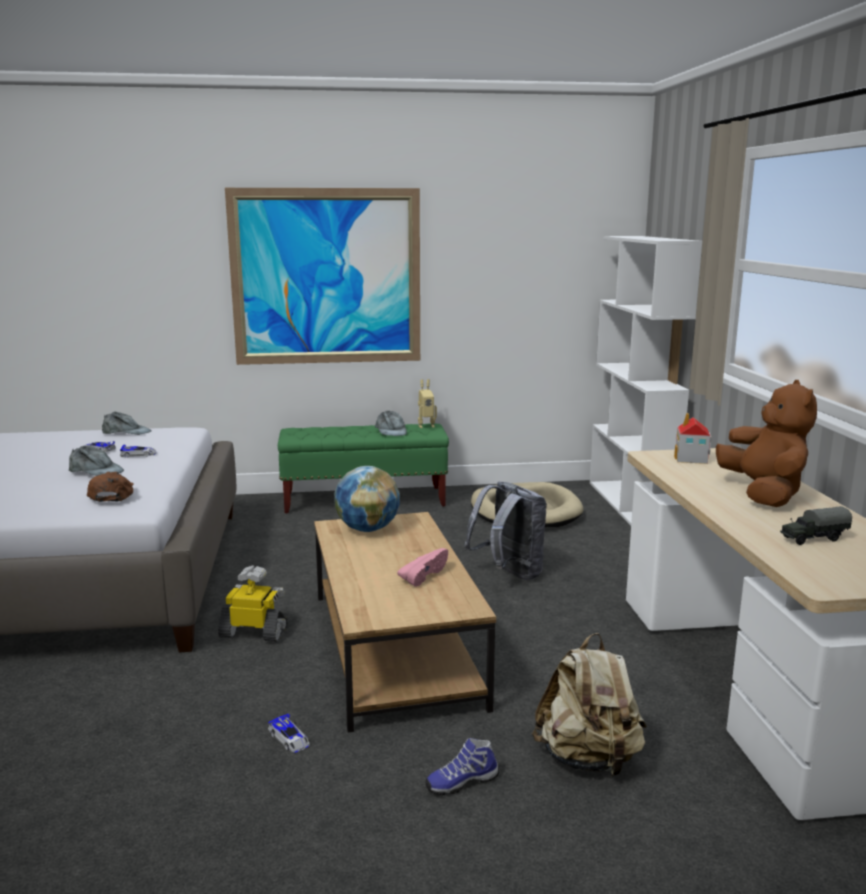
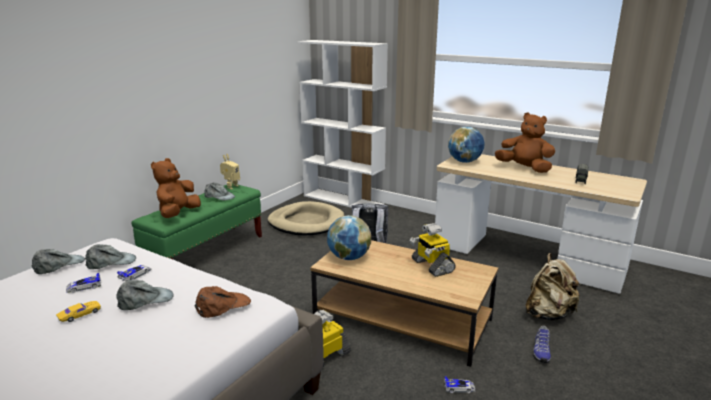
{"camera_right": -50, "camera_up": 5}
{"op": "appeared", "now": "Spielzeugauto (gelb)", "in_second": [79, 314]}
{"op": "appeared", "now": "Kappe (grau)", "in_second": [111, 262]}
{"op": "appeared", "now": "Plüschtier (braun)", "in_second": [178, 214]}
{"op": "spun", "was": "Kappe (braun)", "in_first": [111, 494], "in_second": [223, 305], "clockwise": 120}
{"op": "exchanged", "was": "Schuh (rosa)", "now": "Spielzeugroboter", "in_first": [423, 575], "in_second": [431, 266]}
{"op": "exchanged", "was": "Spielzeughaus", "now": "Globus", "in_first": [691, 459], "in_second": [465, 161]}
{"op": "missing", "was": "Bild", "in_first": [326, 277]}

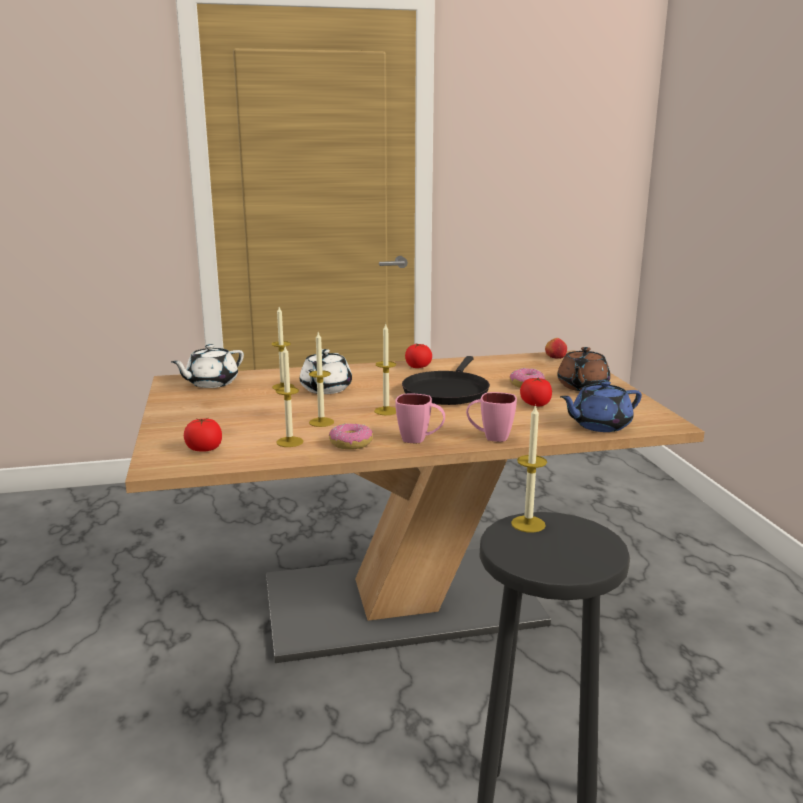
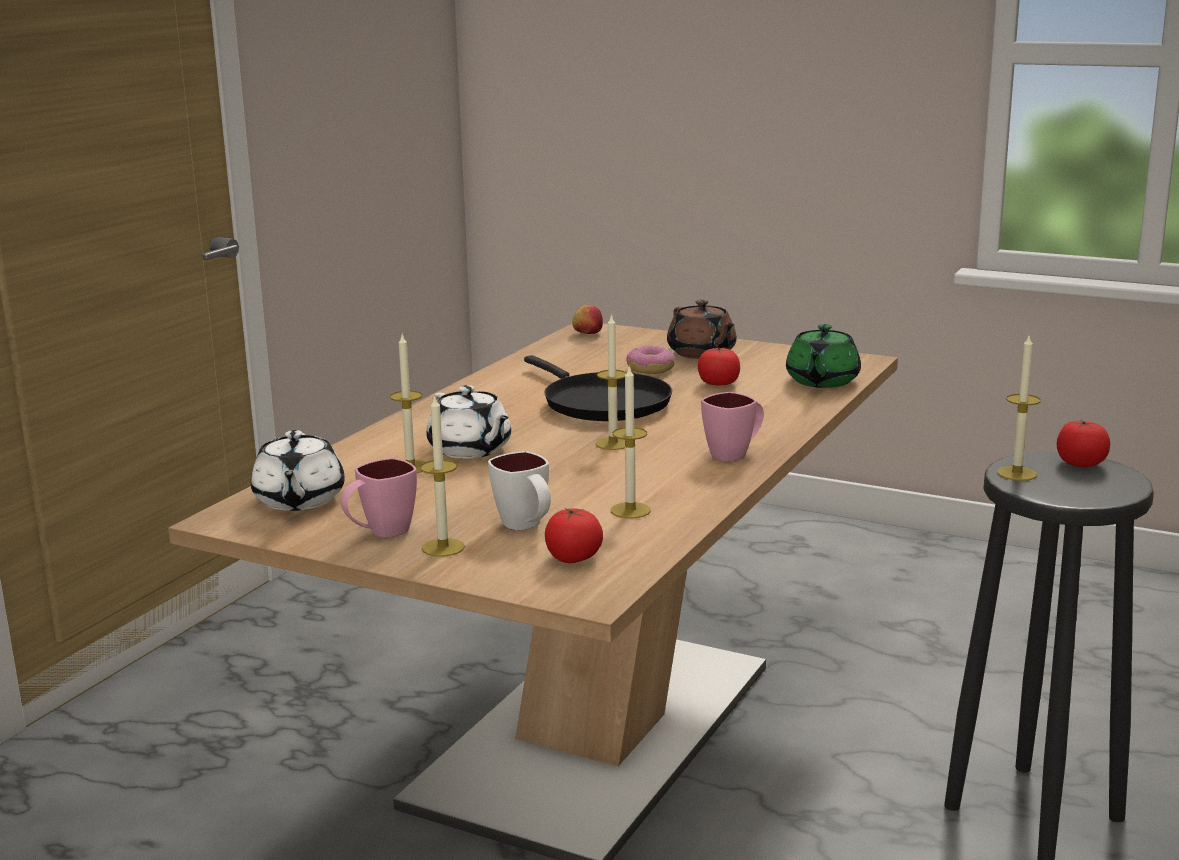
{"camera_right": -50, "camera_up": 0}
{"op": "relocated", "was": "Henkelbecher (rosa)", "in_first": [490, 437], "in_second": [380, 534]}
{"op": "relocated", "was": "Kerze", "in_first": [321, 422], "in_second": [443, 547]}
{"op": "appeared", "now": "Henkelbecher (weiß)", "in_second": [526, 527]}
{"op": "colour", "was": "Teekanne (blau)", "now": "Teekanne (grün)", "in_first": [599, 425], "in_second": [821, 381]}
{"op": "relocated", "was": "Tomate", "in_first": [418, 367], "in_second": [1081, 463]}
{"op": "missing", "was": "Donut", "in_first": [351, 444]}

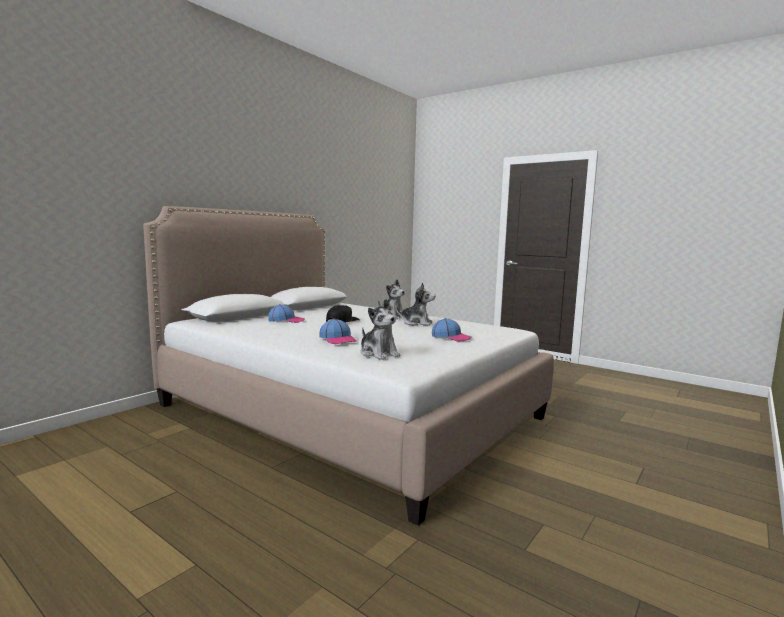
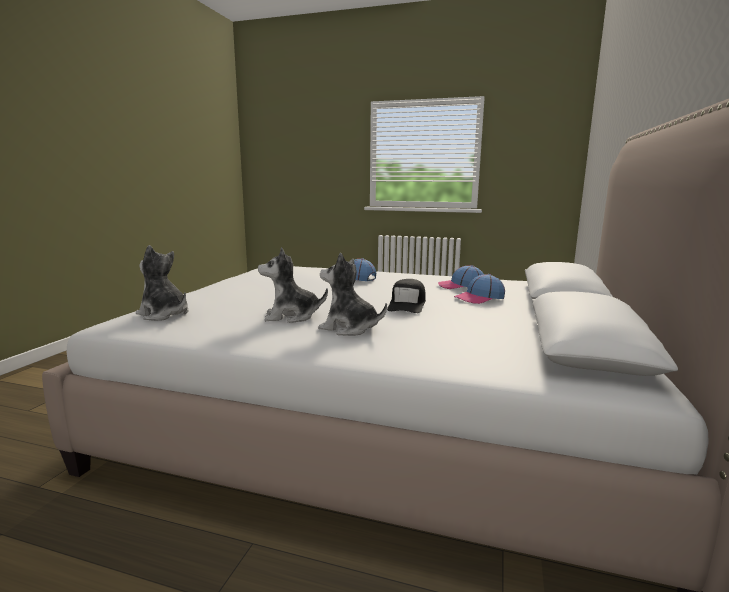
{"camera_right": 160, "camera_up": 5}
{"op": "relocated", "was": "Plüschtier", "in_first": [378, 354], "in_second": [164, 314]}
{"op": "relocated", "was": "Kappe", "in_first": [451, 337], "in_second": [461, 286]}

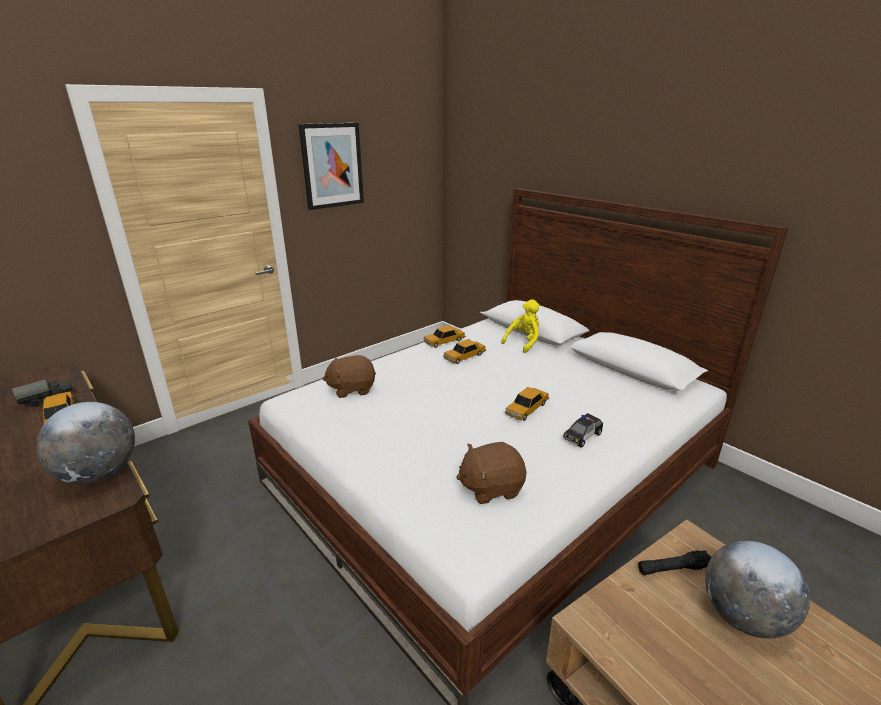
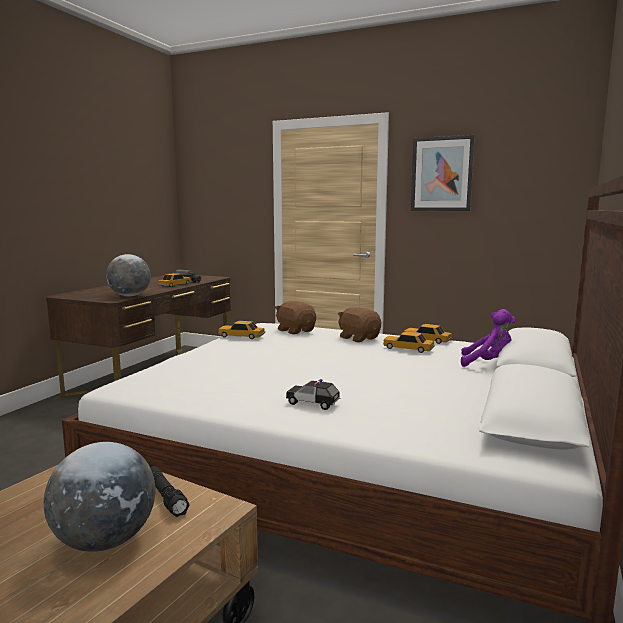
{"camera_right": 65, "camera_up": -15}
{"op": "relocated", "was": "Spielzeugauto", "in_first": [526, 409], "in_second": [241, 336]}
{"op": "relocated", "was": "Plüschtier (braun)", "in_first": [491, 487], "in_second": [359, 338]}
{"op": "colour", "was": "Plüschtier (gelb)", "now": "Plüschtier (lila)", "in_first": [523, 342], "in_second": [489, 363]}

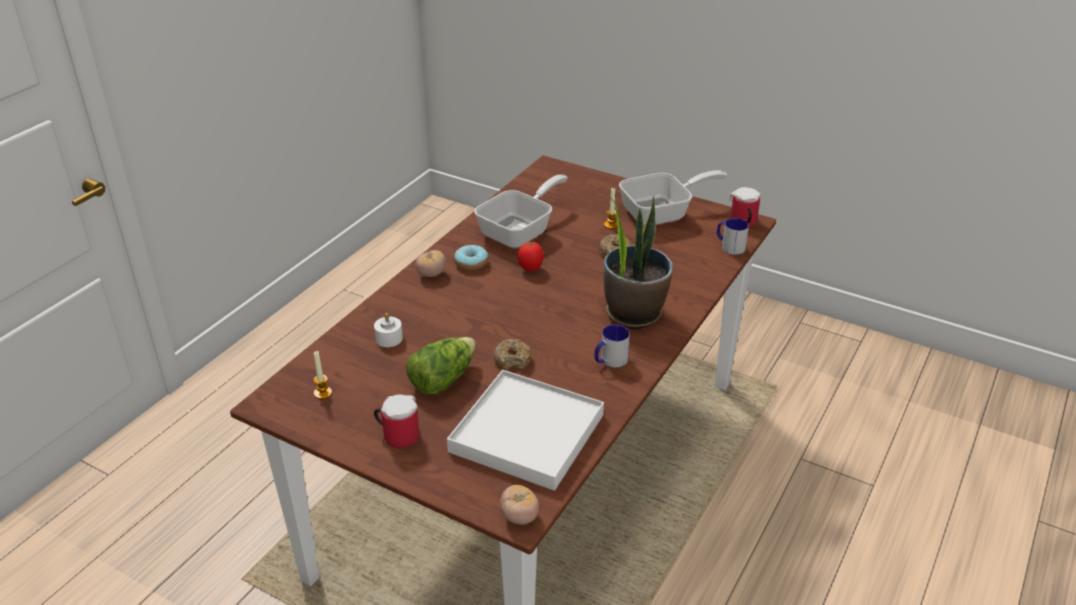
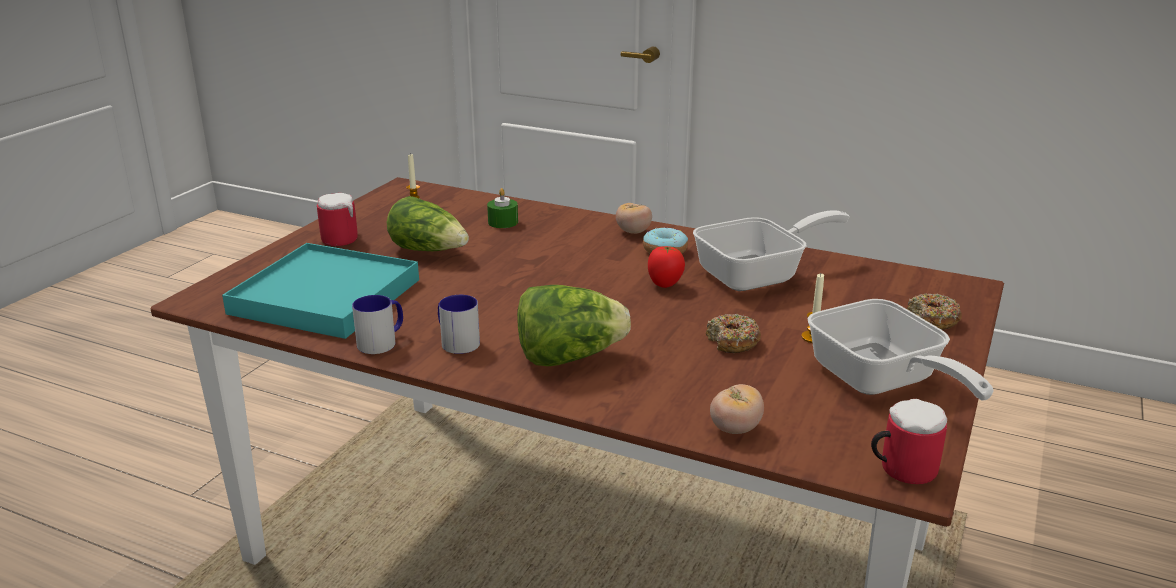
{"camera_right": 85, "camera_up": -10}
{"op": "colour", "was": "Tablett (weiß)", "now": "Tablett (türkis)", "in_first": [527, 433], "in_second": [325, 297]}
{"op": "relocated", "was": "Henkelbecher", "in_first": [729, 246], "in_second": [382, 342]}
{"op": "colour", "was": "Kerze (weiß)", "now": "Kerze (grün)", "in_first": [389, 338], "in_second": [503, 222]}
{"op": "exchanged", "was": "Topfpflanze", "now": "Salatkopf", "in_first": [633, 313], "in_second": [569, 357]}
{"op": "spun", "was": "Pfanne", "in_first": [521, 231], "in_second": [759, 275], "clockwise": -60}
{"op": "relocated", "was": "Tomate", "in_first": [519, 517], "in_second": [735, 429]}
{"op": "relocated", "was": "Donut", "in_first": [512, 360], "in_second": [932, 320]}

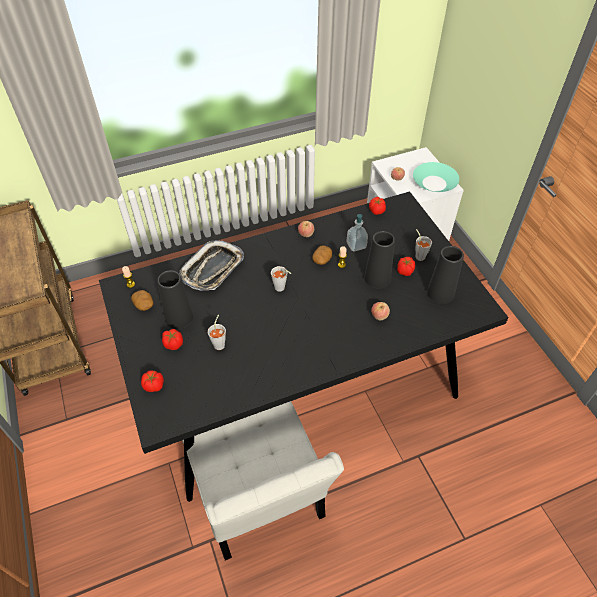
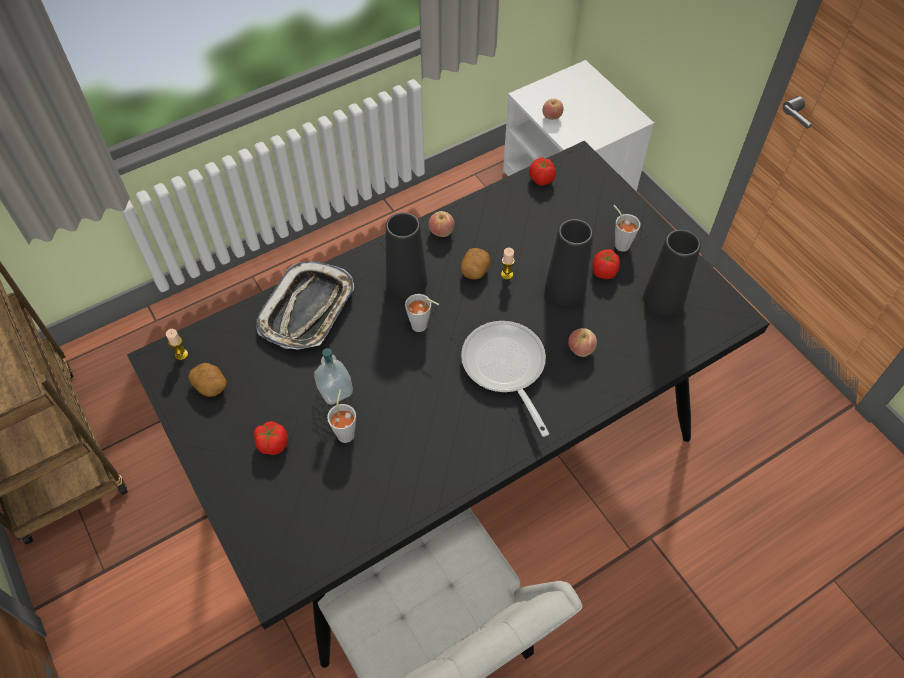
{"camera_right": -10, "camera_up": 5}
{"op": "relocated", "was": "Seifenspender", "in_first": [356, 245], "in_second": [335, 390]}
{"op": "relocated", "was": "Vase (schwarz)", "in_first": [179, 317], "in_second": [406, 282]}
{"op": "appeared", "now": "Pfanne", "in_second": [505, 369]}
{"op": "missing", "was": "Tomate", "in_first": [154, 386]}
{"op": "missing", "was": "Schüssel (türkis)", "in_first": [434, 183]}

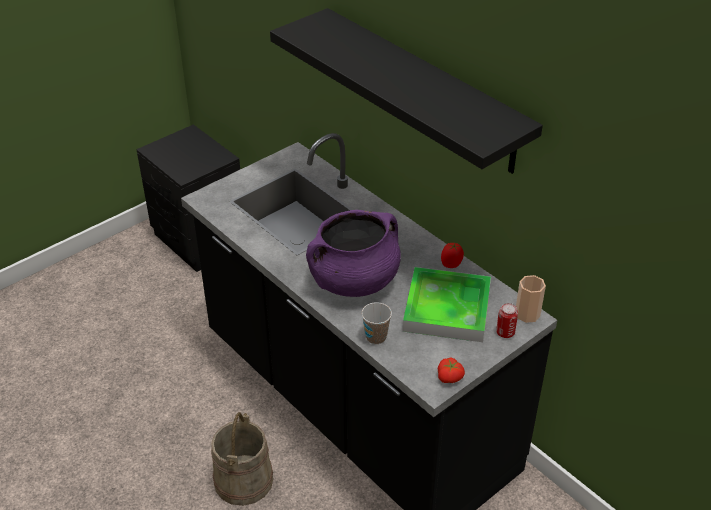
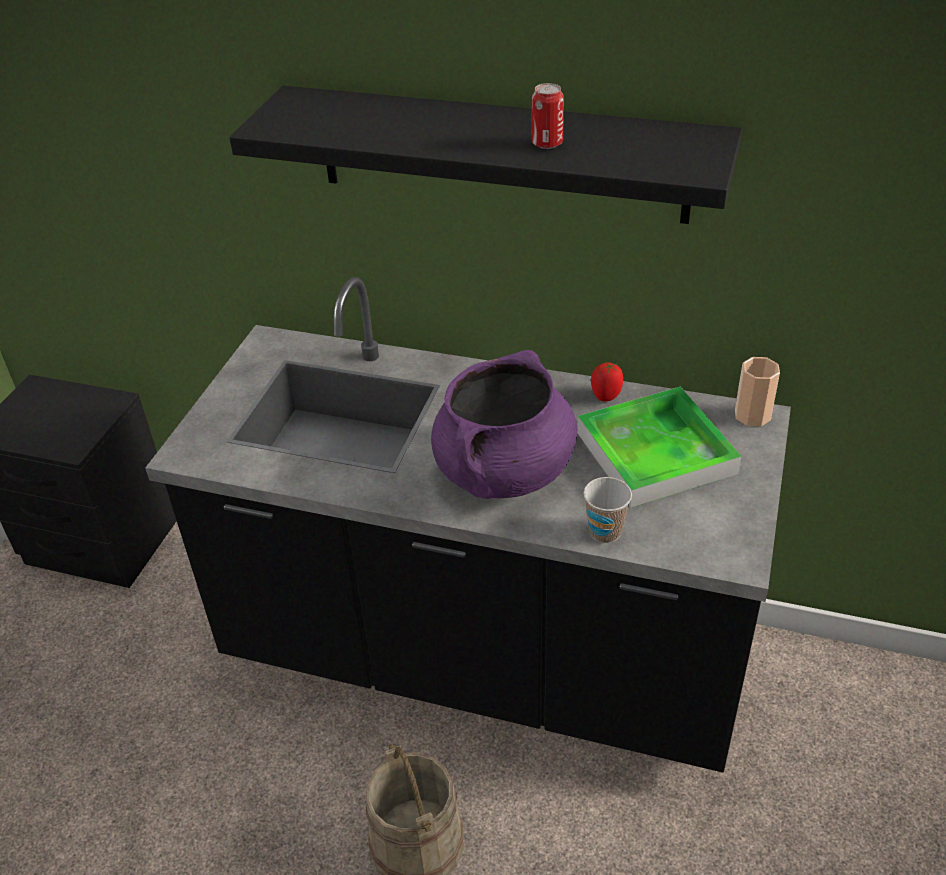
{"camera_right": -30, "camera_up": 0}
{"op": "relocated", "was": "Dose", "in_first": [505, 332], "in_second": [547, 143]}
{"op": "missing", "was": "Tomate", "in_first": [450, 377]}

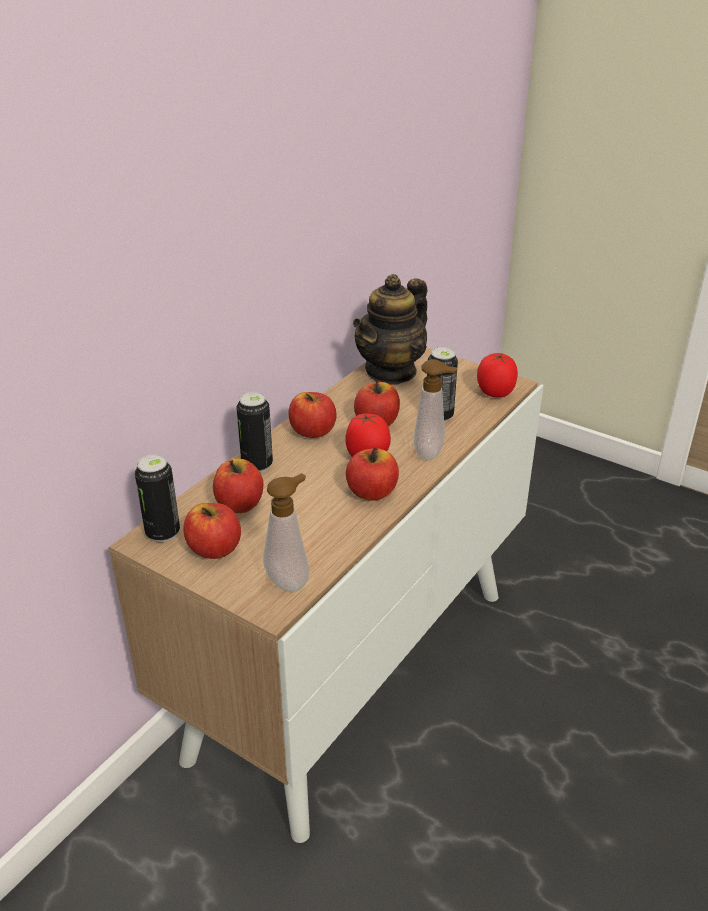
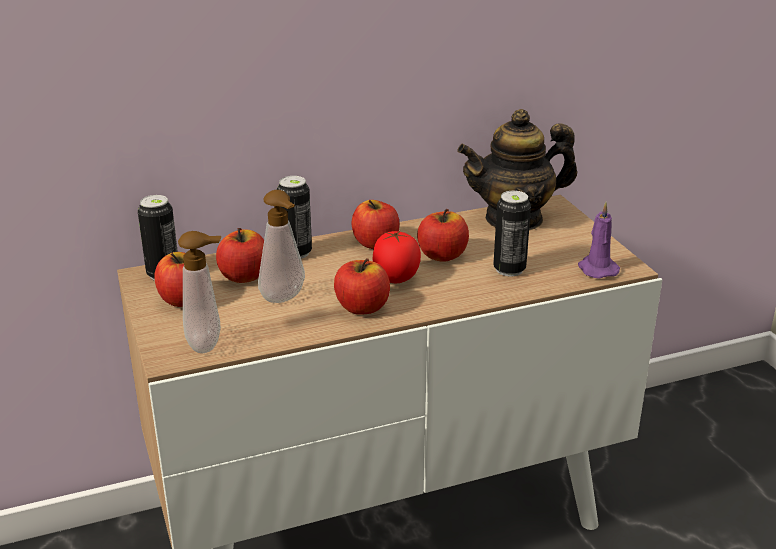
{"camera_right": 35, "camera_up": -5}
{"op": "relocated", "was": "Seifenspender", "in_first": [431, 454], "in_second": [285, 299]}
{"op": "exchanged", "was": "Tomate", "now": "Kerze (lila)", "in_first": [495, 392], "in_second": [596, 269]}

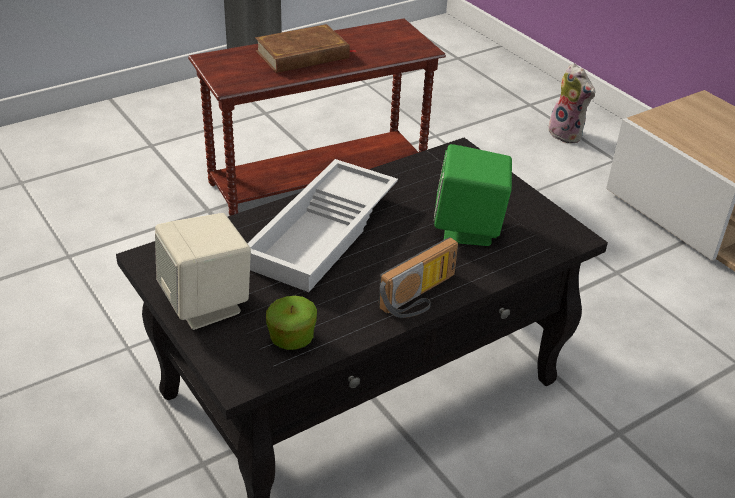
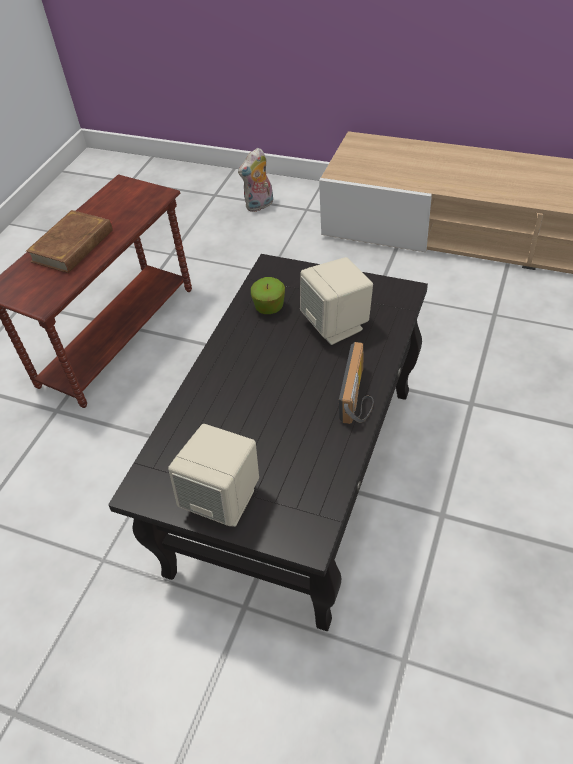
{"camera_right": -30, "camera_up": 10}
{"op": "spun", "was": "Plüschtier", "in_first": [567, 134], "in_second": [260, 206], "clockwise": 120}
{"op": "relocated", "was": "Apfel", "in_first": [292, 339], "in_second": [269, 307]}
{"op": "colour", "was": "Lautsprecher (grün)", "now": "Lautsprecher (beige)", "in_first": [469, 229], "in_second": [336, 325]}
{"op": "missing", "was": "Tablett (weiß)", "in_first": [325, 234]}

